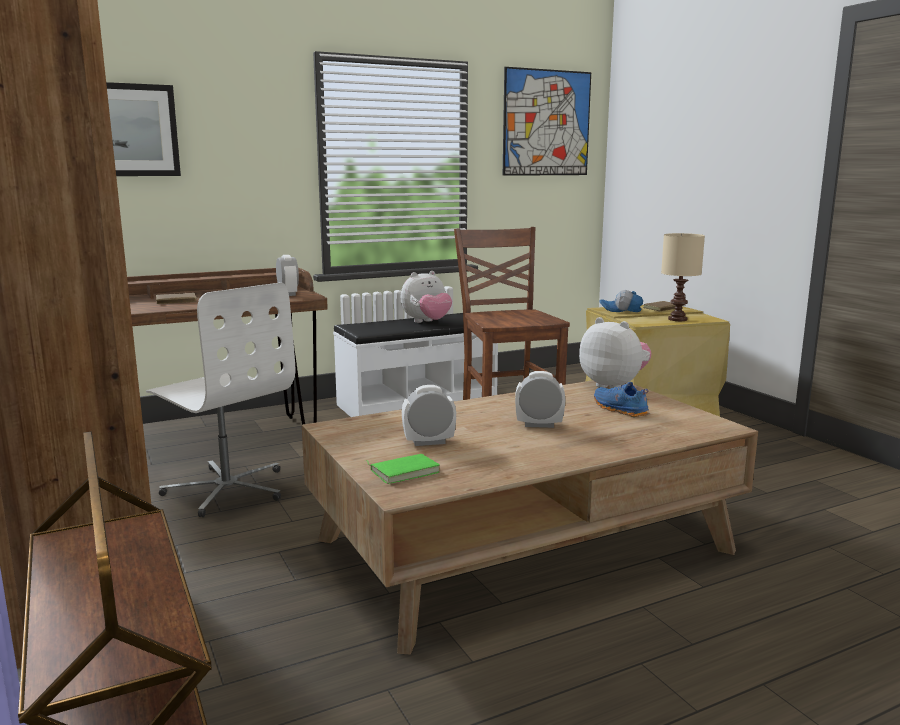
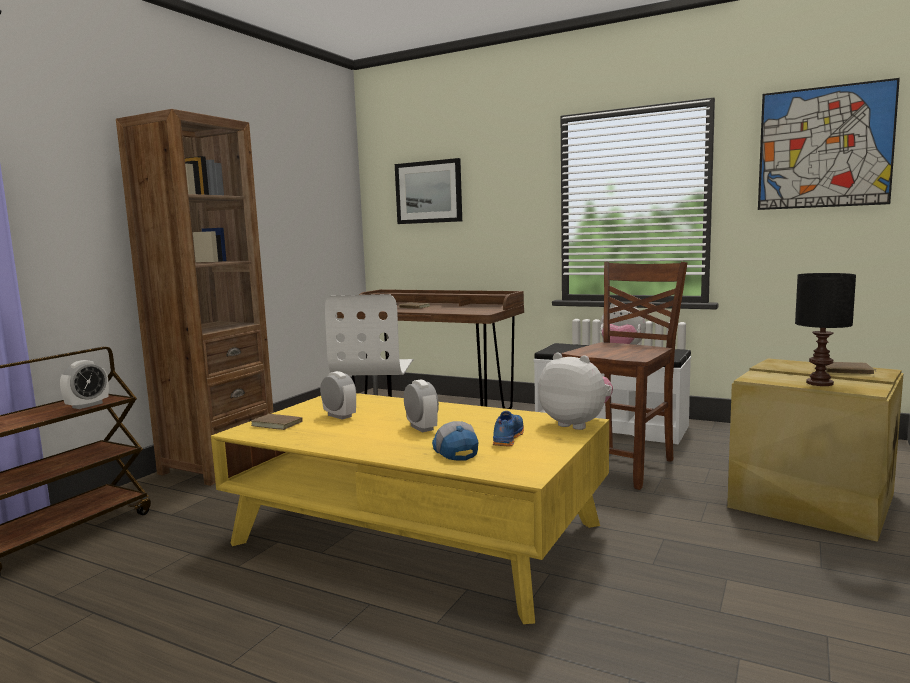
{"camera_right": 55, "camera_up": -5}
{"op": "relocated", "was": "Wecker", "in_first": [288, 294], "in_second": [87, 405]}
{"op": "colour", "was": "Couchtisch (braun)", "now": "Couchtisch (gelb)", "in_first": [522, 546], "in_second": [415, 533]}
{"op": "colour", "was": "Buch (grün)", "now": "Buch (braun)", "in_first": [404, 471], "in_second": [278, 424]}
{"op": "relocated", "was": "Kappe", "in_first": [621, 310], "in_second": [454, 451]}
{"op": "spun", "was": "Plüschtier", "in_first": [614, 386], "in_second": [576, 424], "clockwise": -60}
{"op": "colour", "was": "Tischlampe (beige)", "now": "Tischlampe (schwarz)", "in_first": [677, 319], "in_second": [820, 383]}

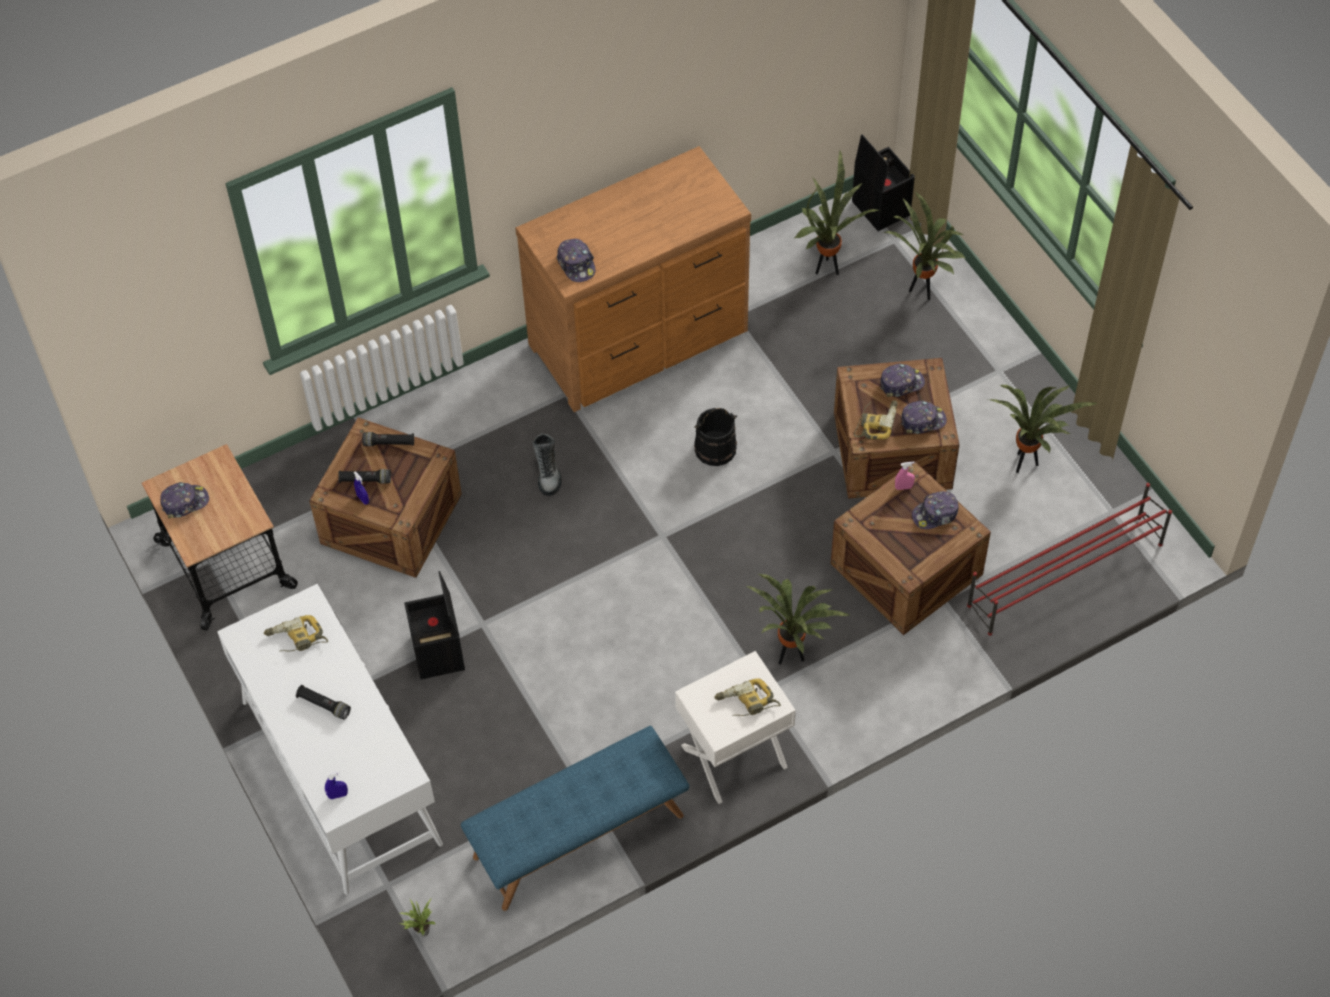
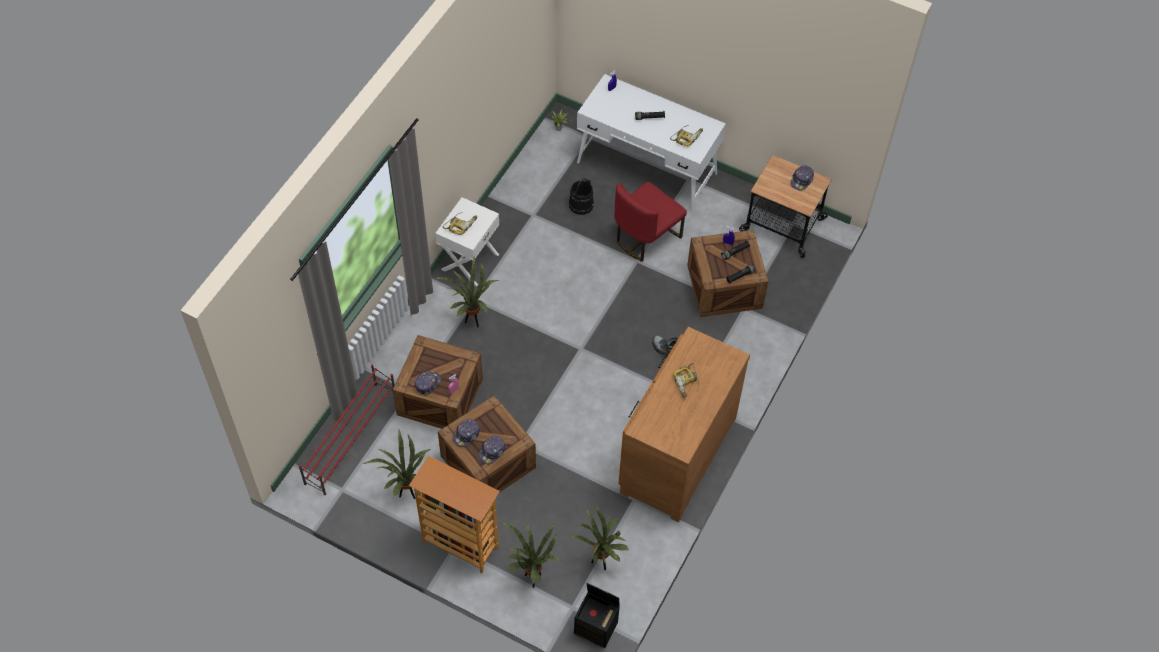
{"camera_right": 145, "camera_up": 0}
{"op": "appeared", "now": "Bücherregal", "in_second": [460, 545]}
{"op": "relocated", "was": "Eimer (schwarz)", "in_first": [715, 449], "in_second": [581, 204]}
{"op": "exchanged", "was": "Aufbewahrungsbox (schwarz)", "now": "Stuhl (rot)", "in_first": [439, 653], "in_second": [646, 237]}
{"op": "relocated", "was": "Bohrmaschine", "in_first": [876, 422], "in_second": [687, 382]}
{"op": "missing", "was": "Bank (blau)", "in_first": [579, 837]}
{"op": "missing", "was": "Kappe", "in_first": [576, 264]}

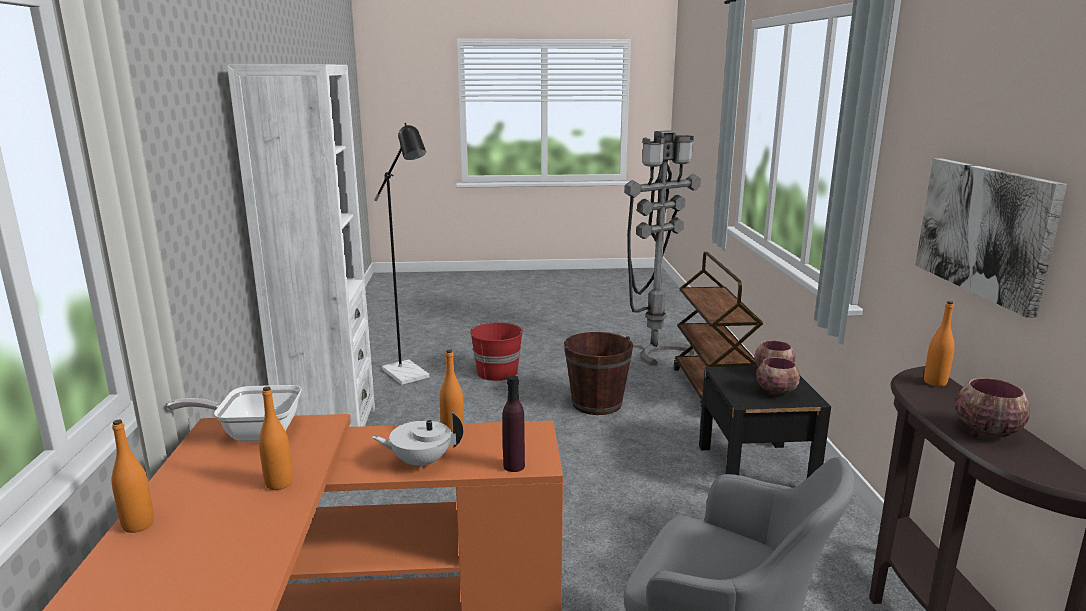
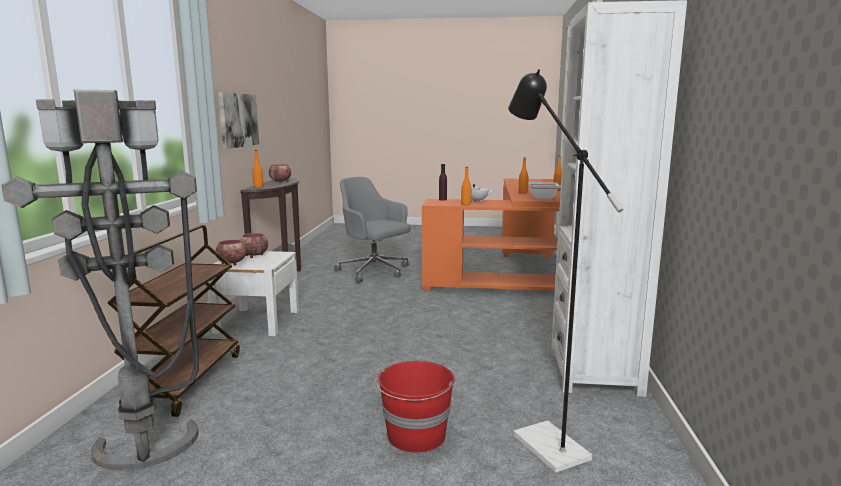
{"camera_right": -170, "camera_up": -5}
{"op": "colour", "was": "Nachttisch (schwarz)", "now": "Nachttisch (weiß)", "in_first": [755, 468], "in_second": [257, 321]}
{"op": "missing", "was": "Eimer (braun)", "in_first": [597, 404]}

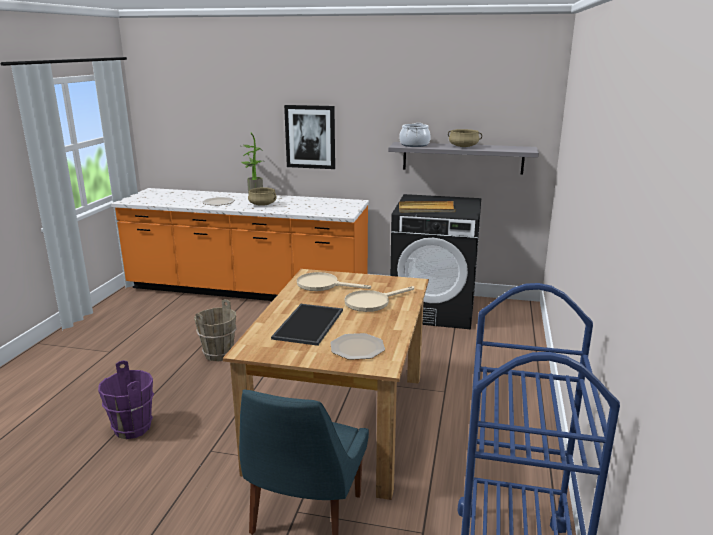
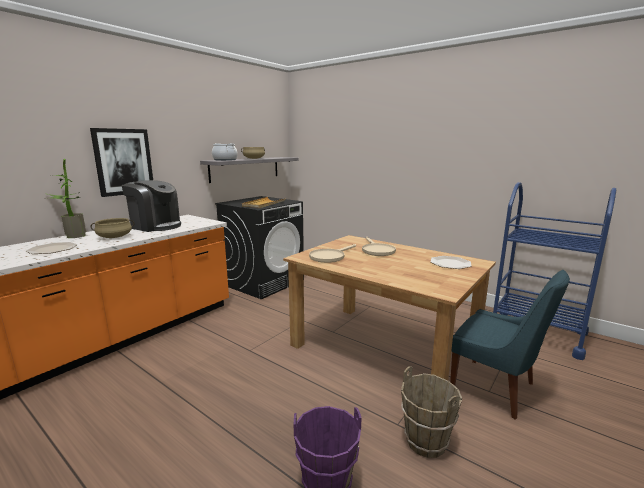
{"camera_right": -65, "camera_up": -5}
{"op": "appeared", "now": "Kaffeemaschine", "in_second": [156, 226]}
{"op": "relocated", "was": "Eimer (braun)", "in_first": [219, 354], "in_second": [426, 441]}
{"op": "missing", "was": "Tablett", "in_first": [309, 325]}

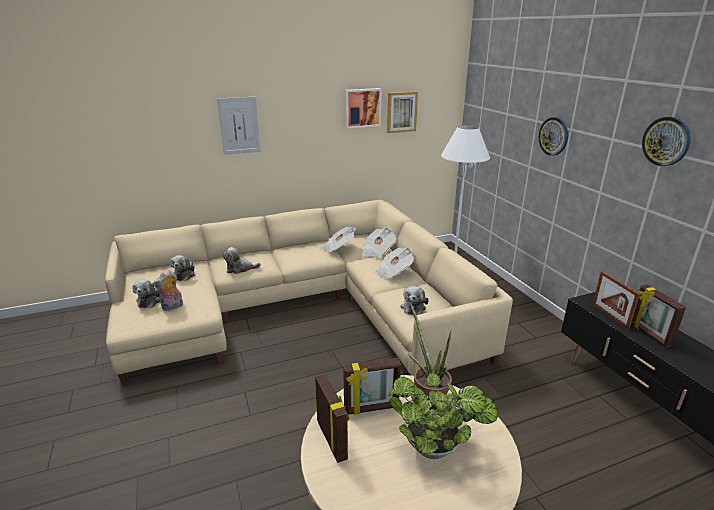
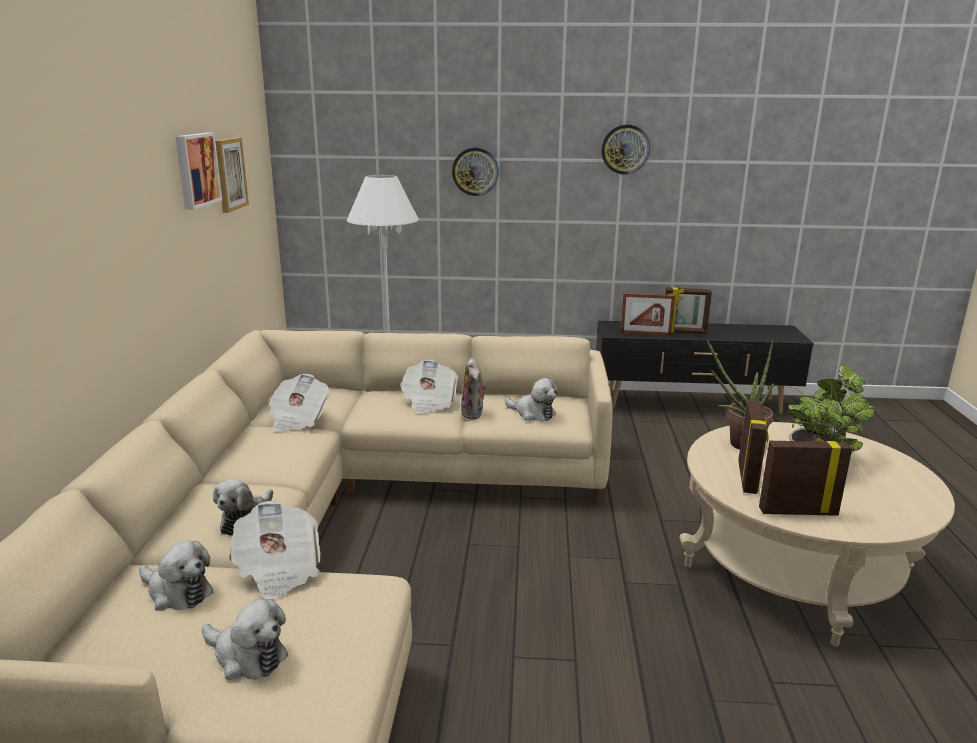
{"camera_right": -65, "camera_up": -5}
{"op": "relocated", "was": "Zeitung", "in_first": [377, 251], "in_second": [278, 570]}
{"op": "relocated", "was": "Plüschtier", "in_first": [172, 307], "in_second": [474, 414]}
{"op": "missing", "was": "Bild", "in_first": [239, 125]}

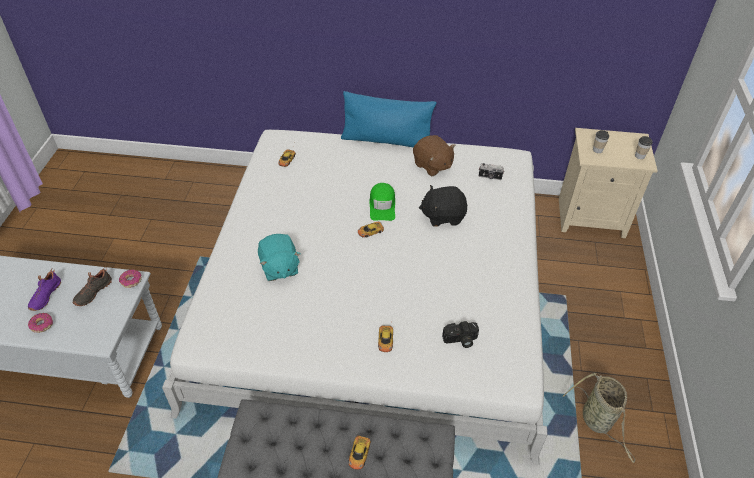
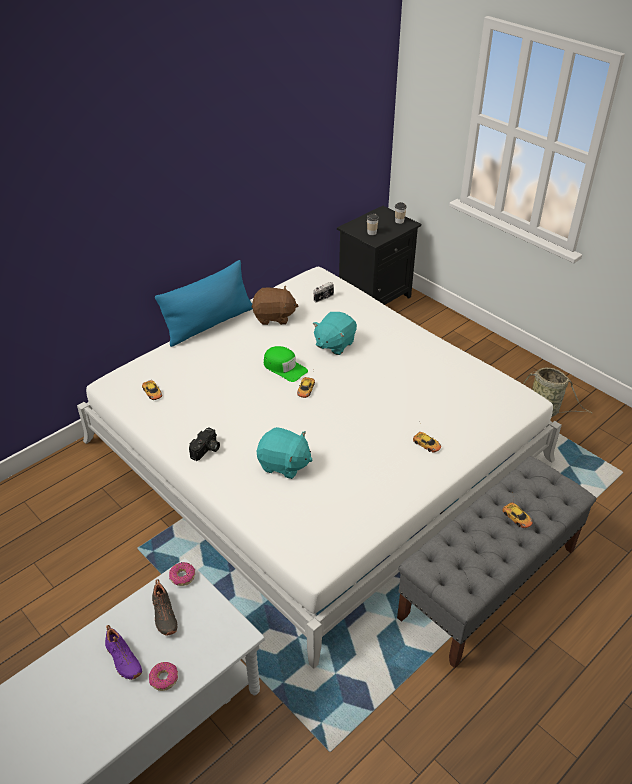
{"camera_right": -50, "camera_up": -5}
{"op": "relocated", "was": "Kamera", "in_first": [460, 340], "in_second": [206, 450]}
{"op": "colour", "was": "Plüschtier (schwarz)", "now": "Plüschtier (türkis)", "in_first": [443, 216], "in_second": [334, 344]}
{"op": "colour", "was": "Nachttisch (beige)", "now": "Nachttisch (schwarz)", "in_first": [592, 217], "in_second": [374, 298]}

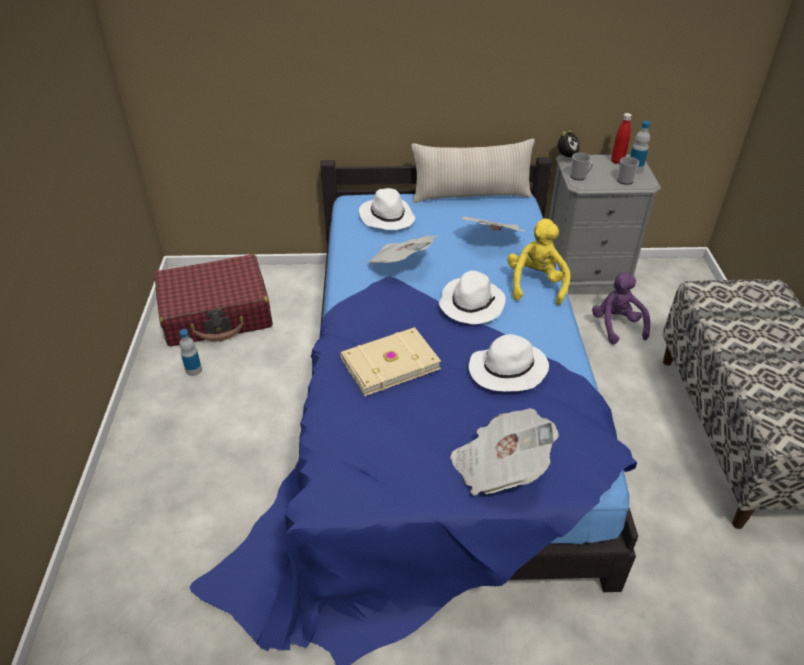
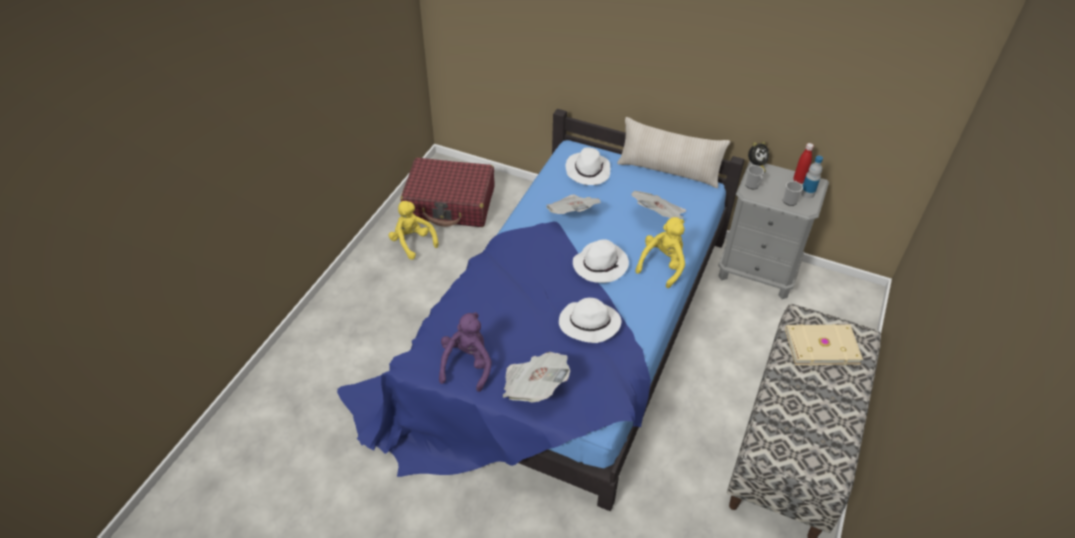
{"camera_right": 25, "camera_up": 5}
{"op": "exchanged", "was": "Flasche", "now": "Plüschtier (gelb)", "in_first": [194, 370], "in_second": [412, 242]}
{"op": "relocated", "was": "Plüschtier (lila)", "in_first": [616, 326], "in_second": [467, 365]}
{"op": "relocated", "was": "Buch (beige)", "in_first": [389, 363], "in_second": [821, 345]}

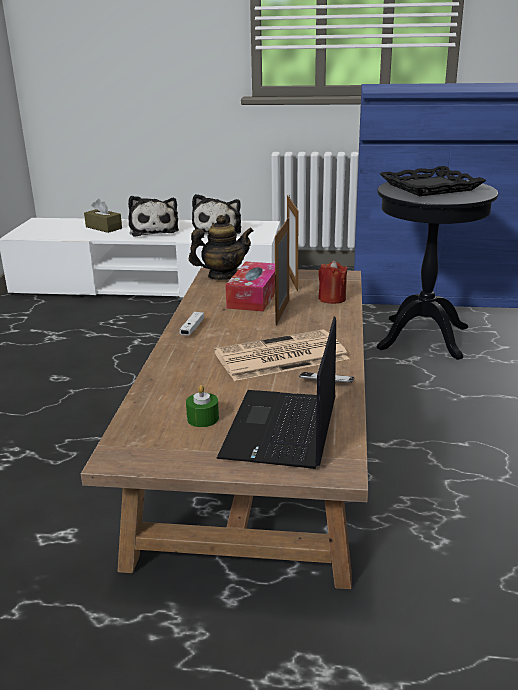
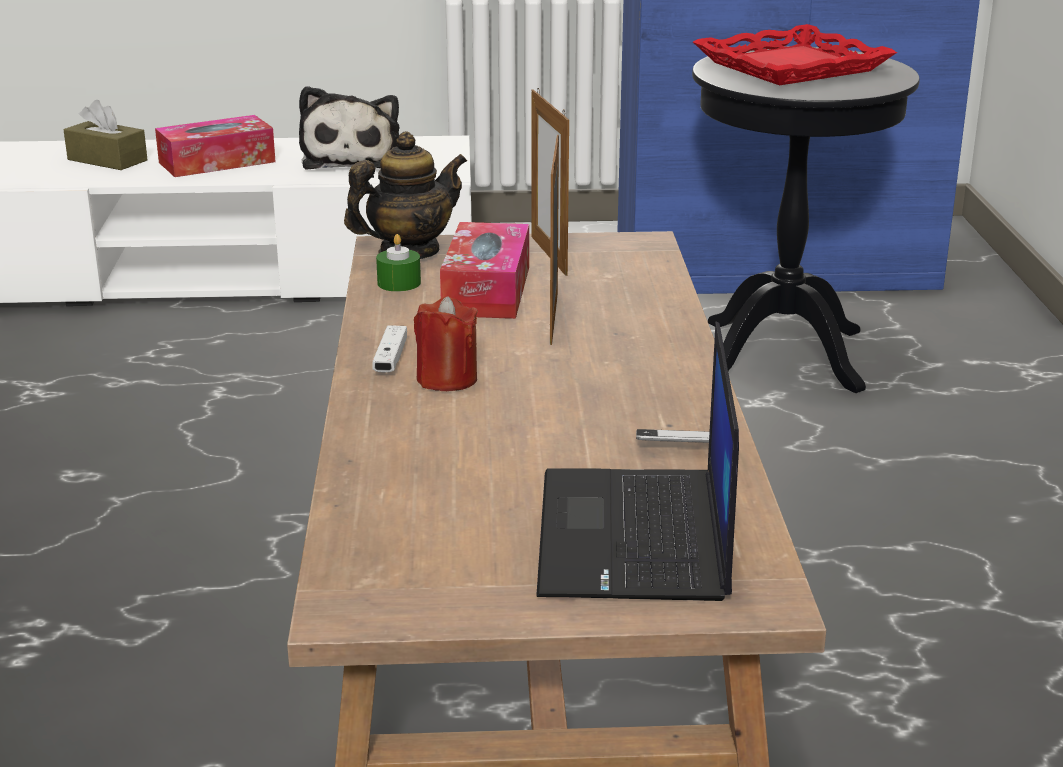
{"camera_right": -10, "camera_up": 0}
{"op": "exchanged", "was": "Plüschtier", "now": "Taschentuchbox", "in_first": [154, 230], "in_second": [217, 162]}
{"op": "relocated", "was": "Kerze (grün)", "in_first": [203, 418], "in_second": [399, 283]}
{"op": "relocated", "was": "Kerze (rot)", "in_first": [332, 299], "in_second": [447, 379]}
{"op": "colour", "was": "Tablett (schwarz)", "now": "Tablett (rot)", "in_first": [430, 187], "in_second": [791, 66]}
{"op": "missing", "was": "Zeitung", "in_first": [279, 357]}

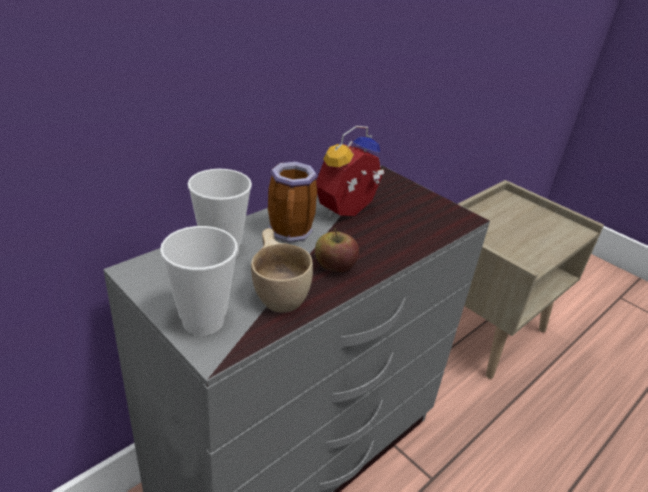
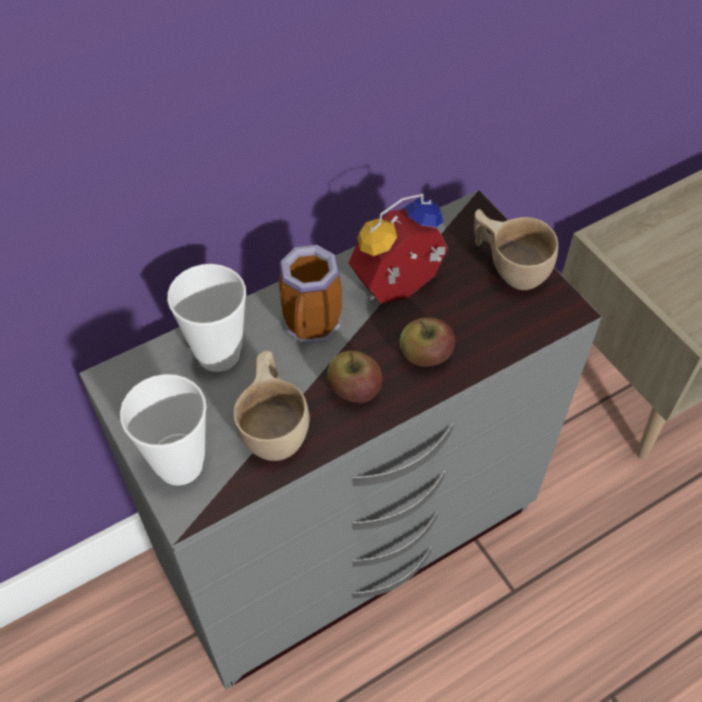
{"camera_right": 15, "camera_up": 20}
{"op": "appeared", "now": "Apfel", "in_second": [425, 356]}
{"op": "appeared", "now": "Tasse (beige)", "in_second": [508, 266]}

